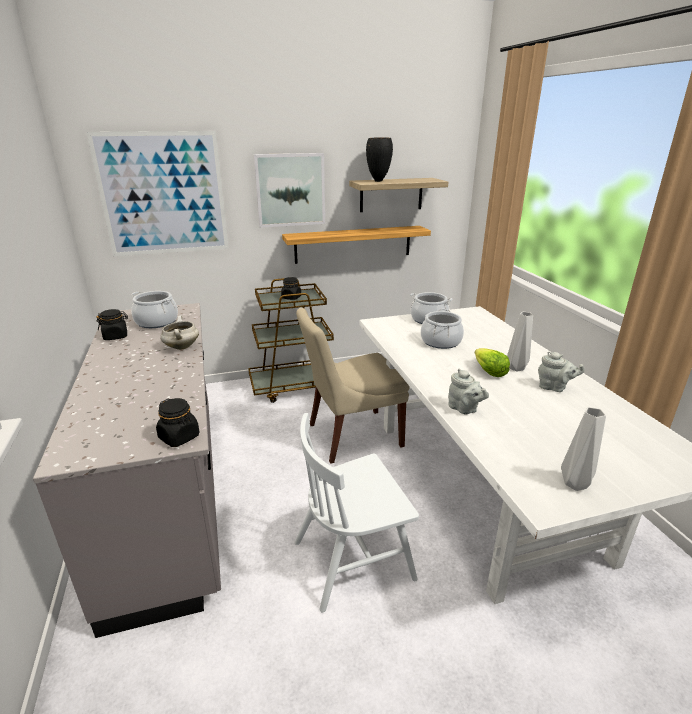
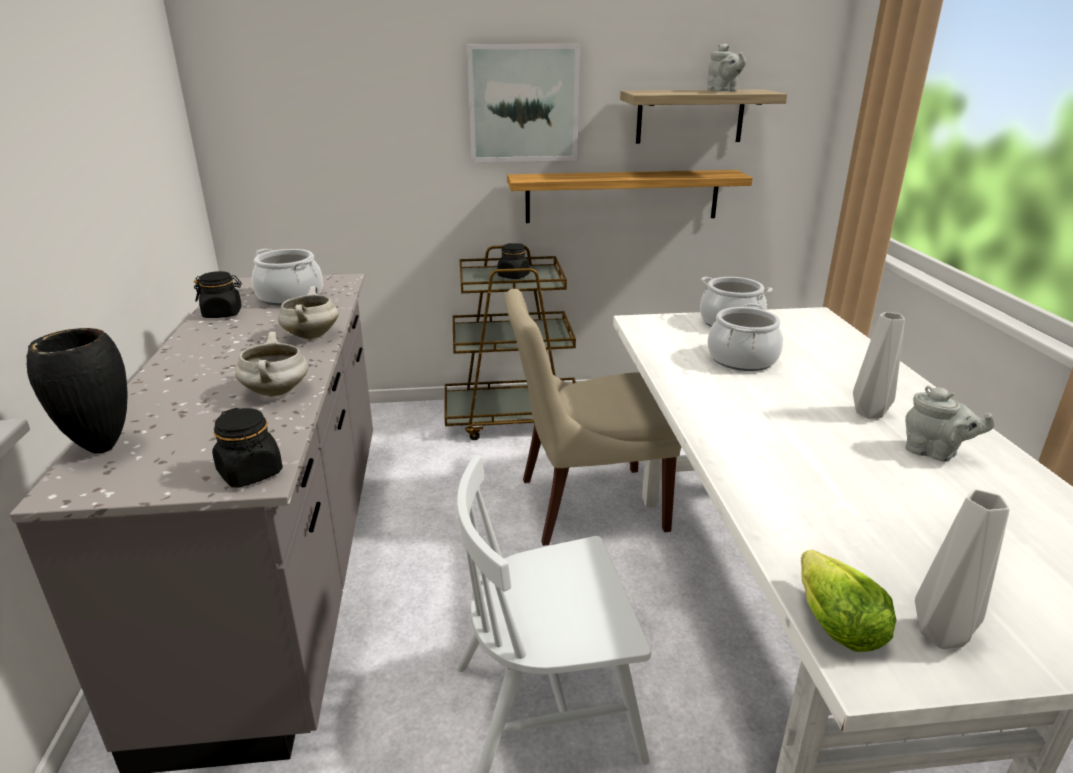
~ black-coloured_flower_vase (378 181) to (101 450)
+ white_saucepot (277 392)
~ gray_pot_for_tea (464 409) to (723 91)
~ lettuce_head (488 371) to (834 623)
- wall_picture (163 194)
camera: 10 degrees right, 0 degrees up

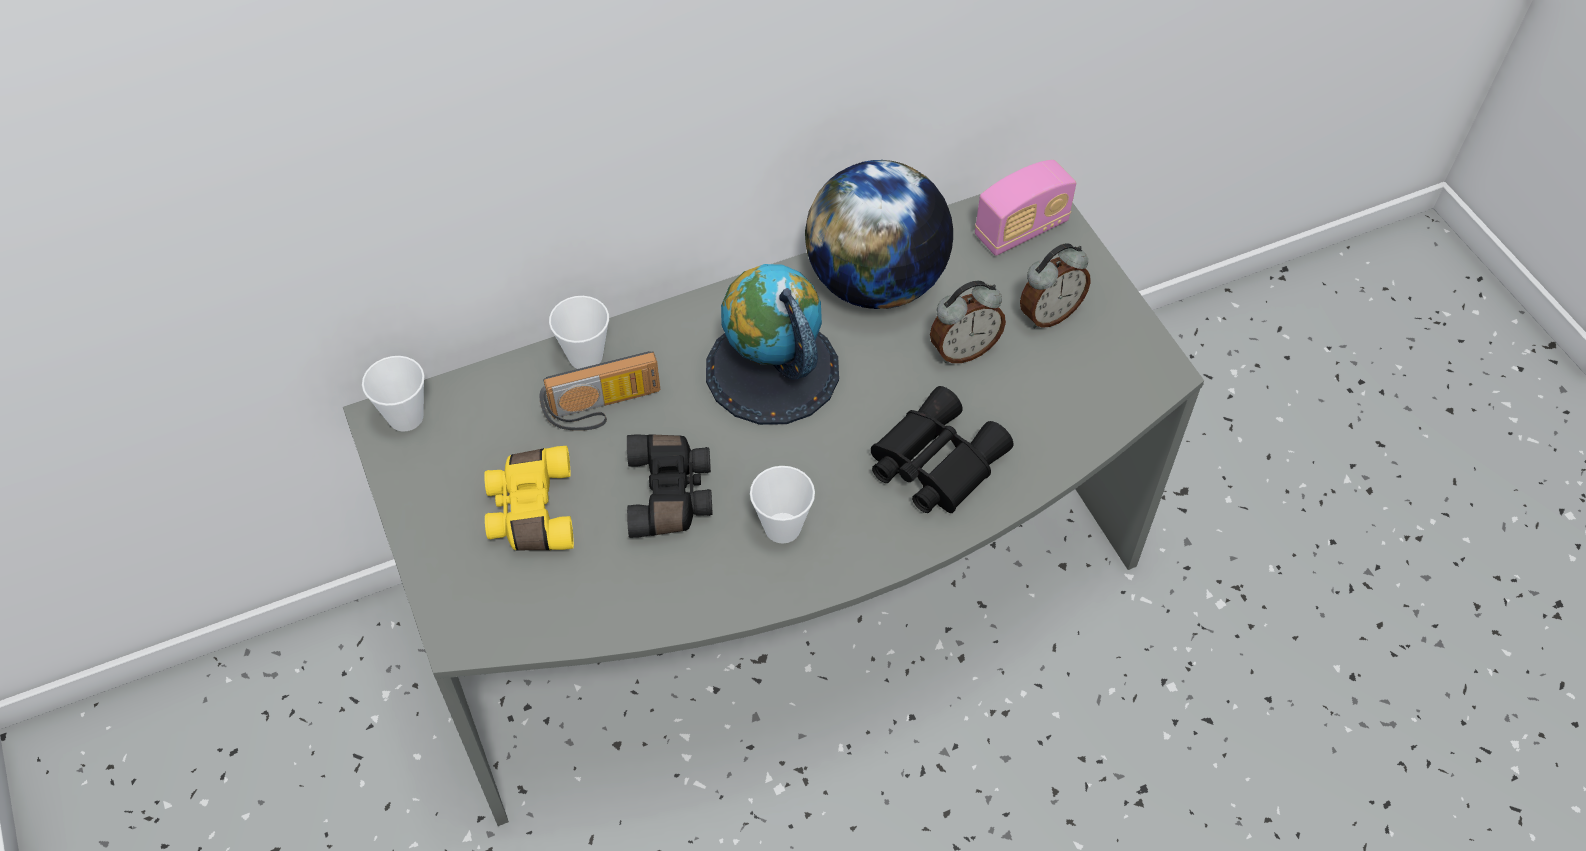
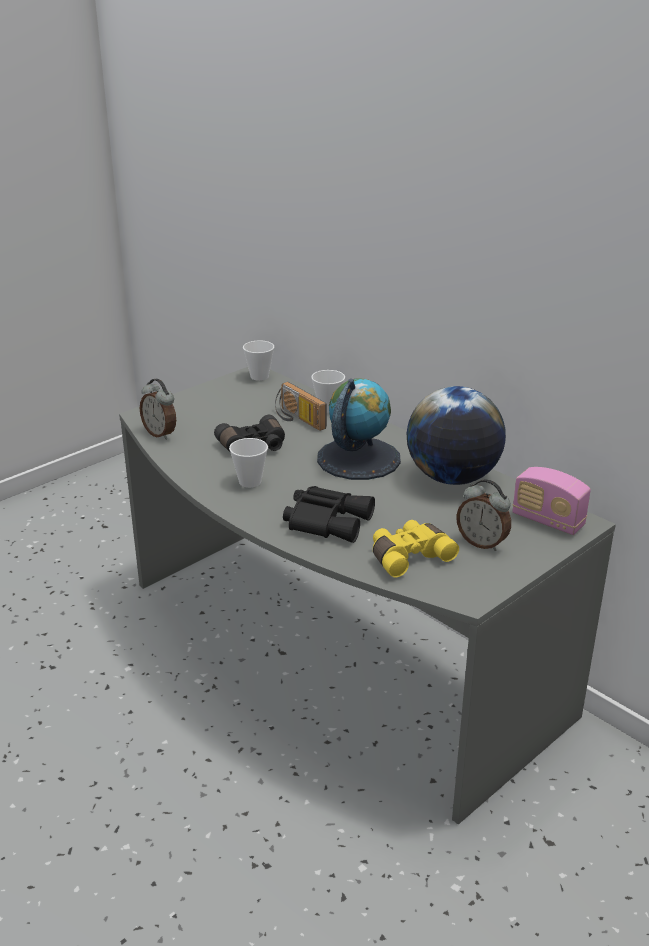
~ bedside_clock (963 350) to (160 434)
~ yellowish_pair_of_binoculars (530 511) to (408 556)
camera: 70 degrees right, 25 degrees down

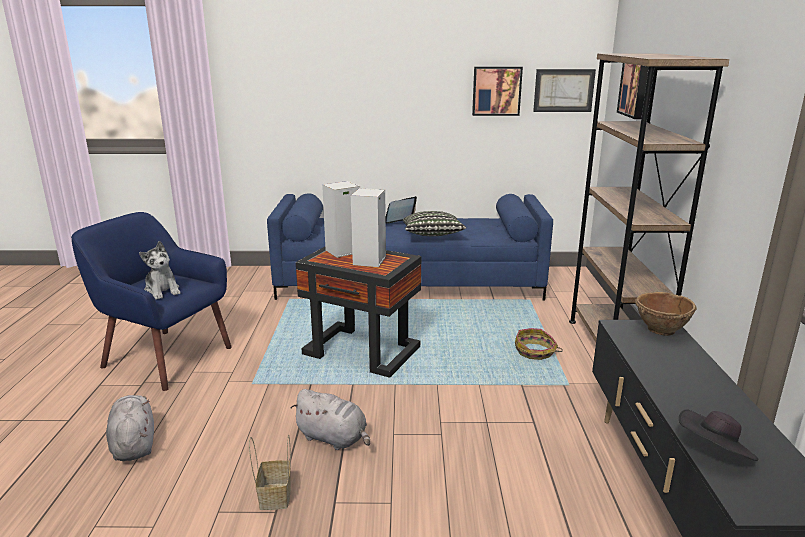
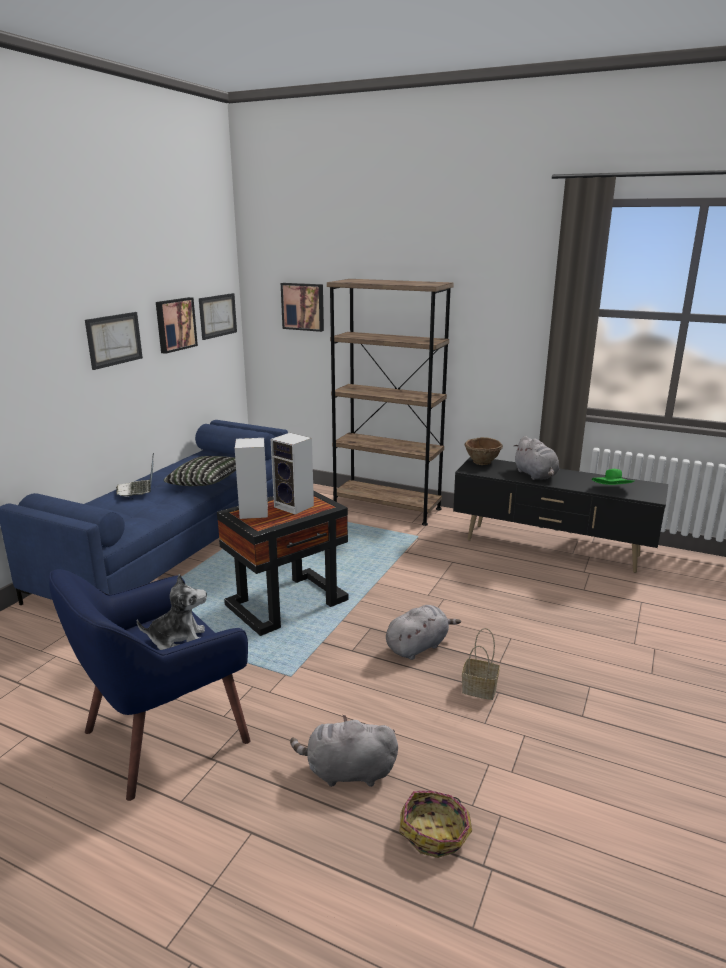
+ wall_picture (114 340)
~ storage_basket (535 352) to (435 832)
+ gray_plush_toy (536 475)
~ black-coloured_wearable_hat (714 452) to greenish_wearable_hat (611 491)
camera: 65 degrees left, 0 degrees up

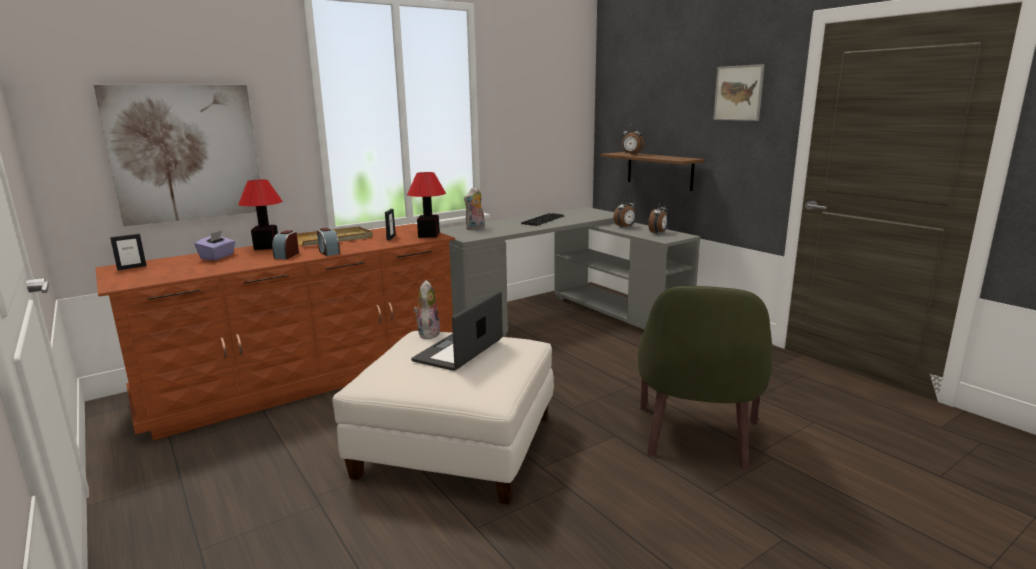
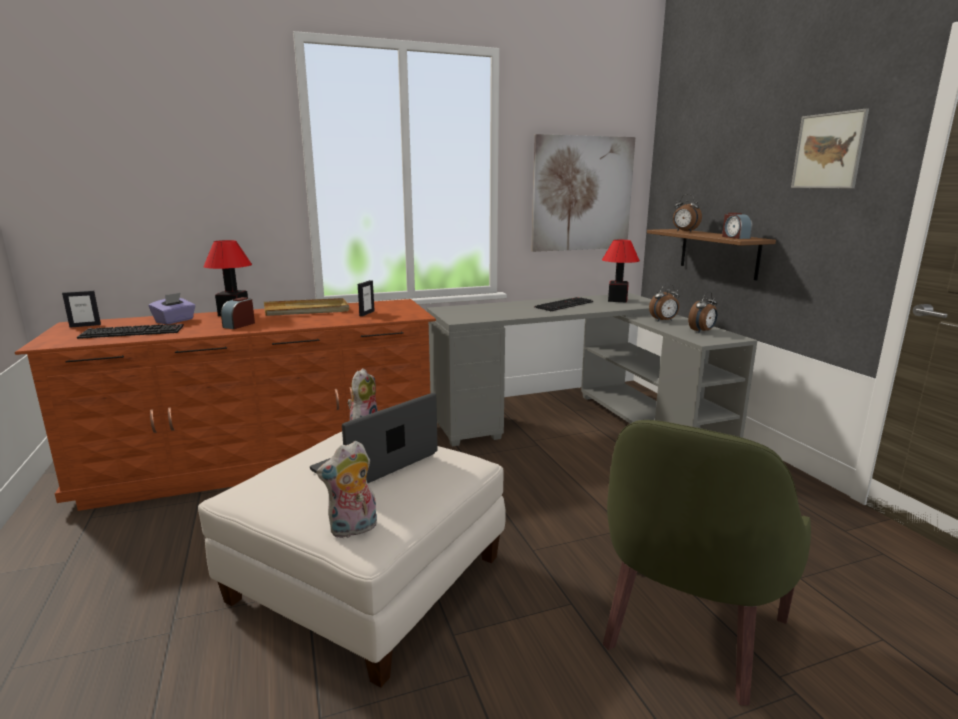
+ computer_keyboard (134 331)
~ plush_toy (475 228) to (353 530)
~ wall_picture (186 153) to (582 194)
~ table_lamp (429 235) to (618 300)
~ bedside_clock (329 252) to (735 237)
camera: 15 degrees right, 0 degrees up

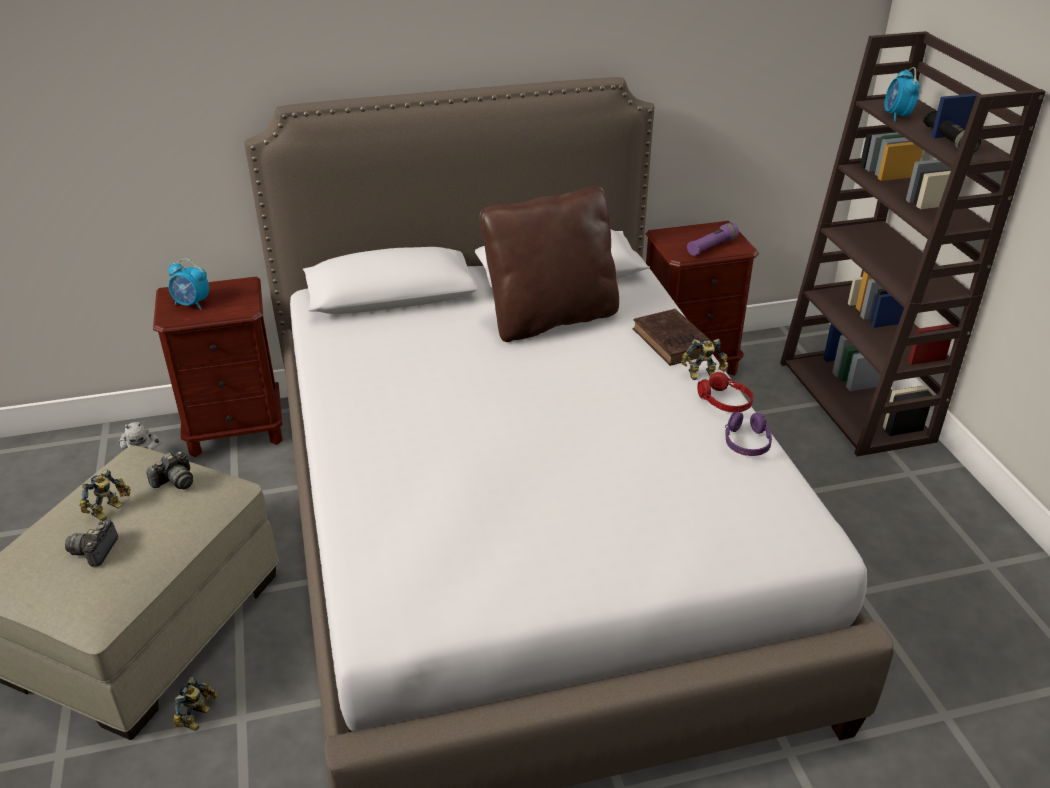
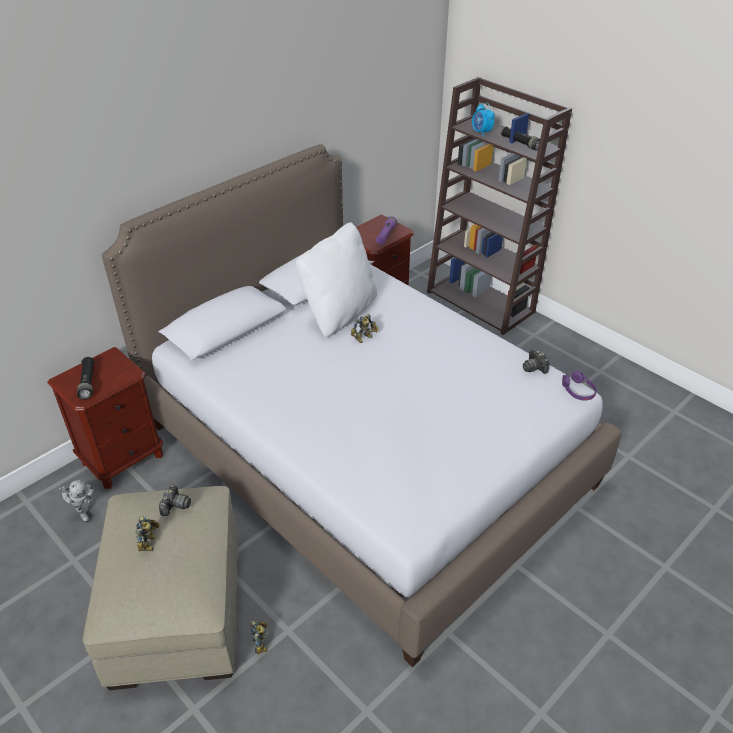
~ bedside_clock (192 304) to black-coloured_torch (88 382)
~ brownish_throw_pillow (551 319) to white_throw_pillow (339 313)
~ robot_figure (703 375) to (364 338)
~ photo_camera (95 551) to (534 367)
~ purple_pair_of_headphones (746 442) to (577 391)
- brownish_bound_book (673 342)
- reddish_pair_of_headphones (724 401)
camera: 30 degrees left, 5 degrees up

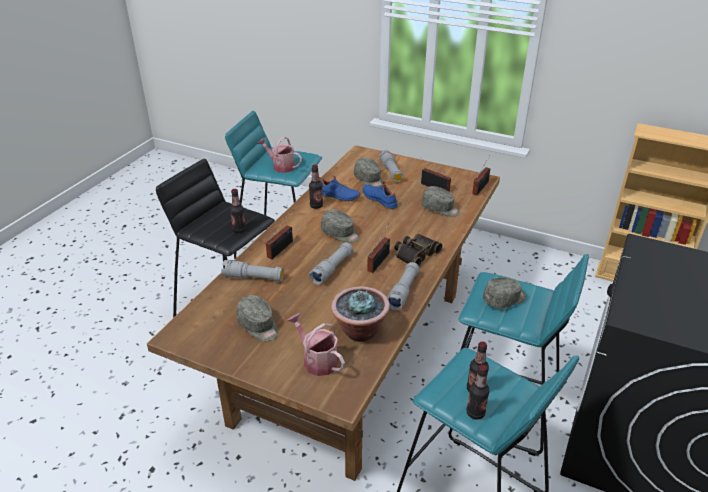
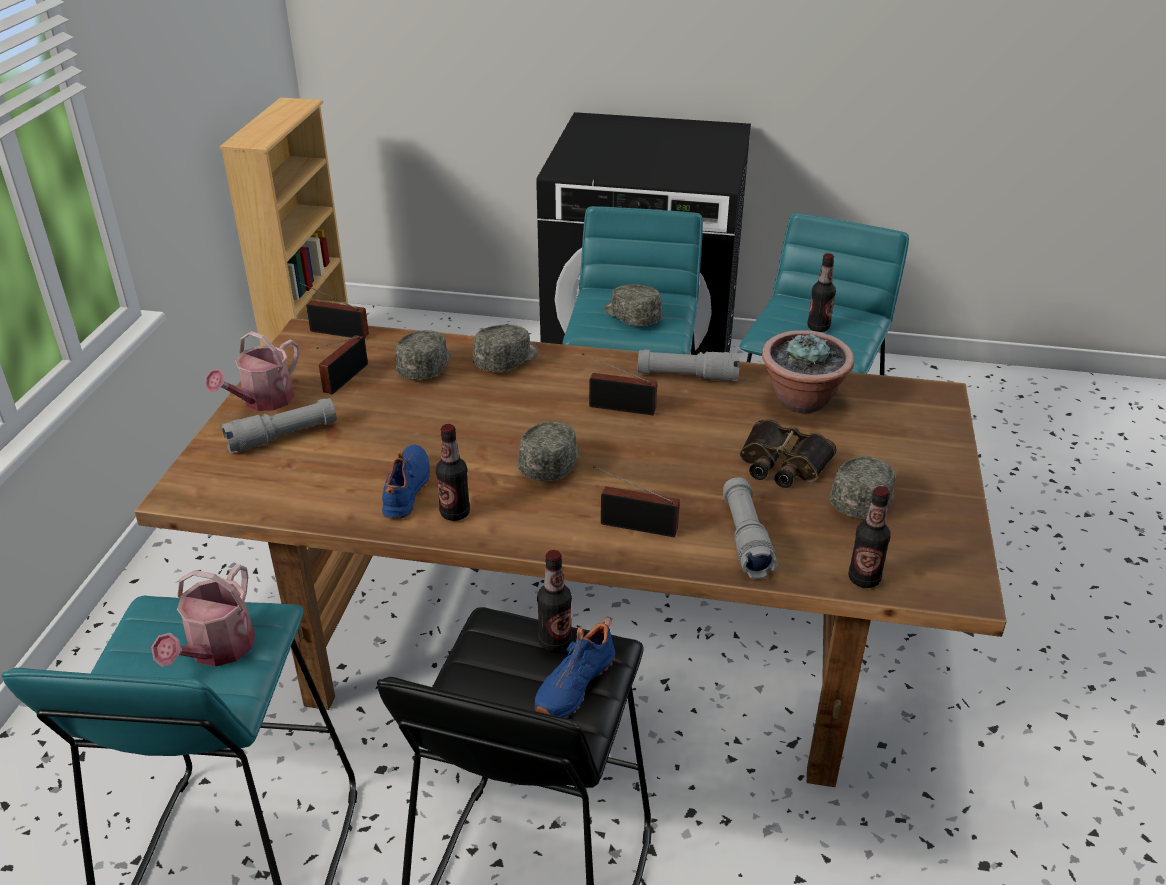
~ watering_can (317 360) to (262 401)
~ gray_baseball_cap (369 180) to (507 360)
~ blue-coloured_item_of_footwear (380 200) to (573 684)
~ pair_of_binoculars (415 253) to (781 464)
~ bottle (475 413) to (864 579)
- gray_torch (332 269)
camera: 105 degrees left, 0 degrees up

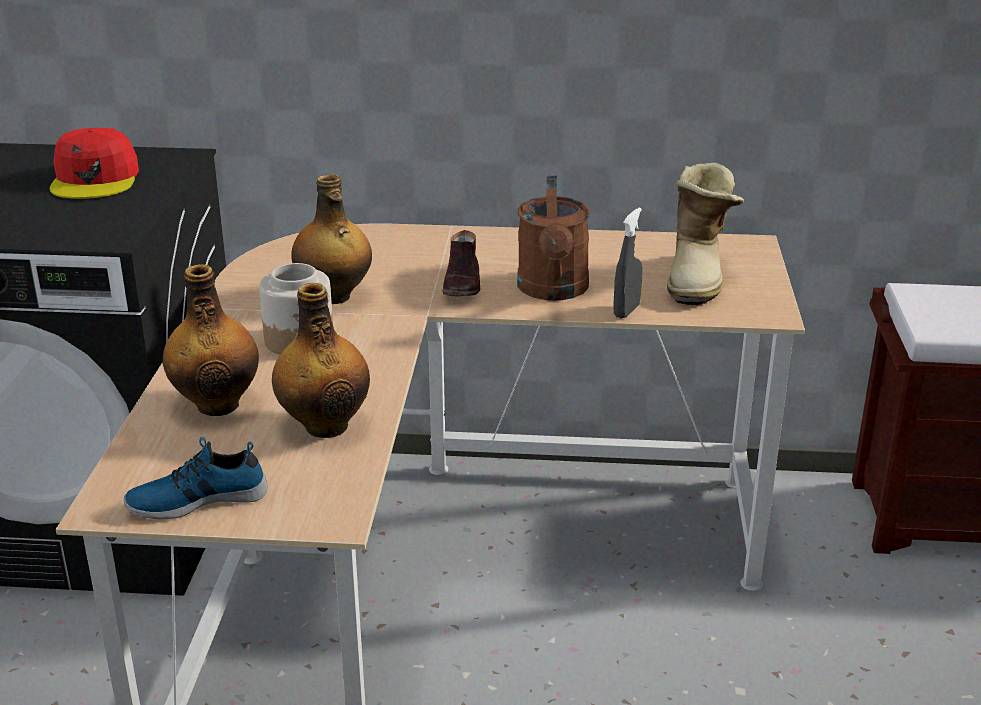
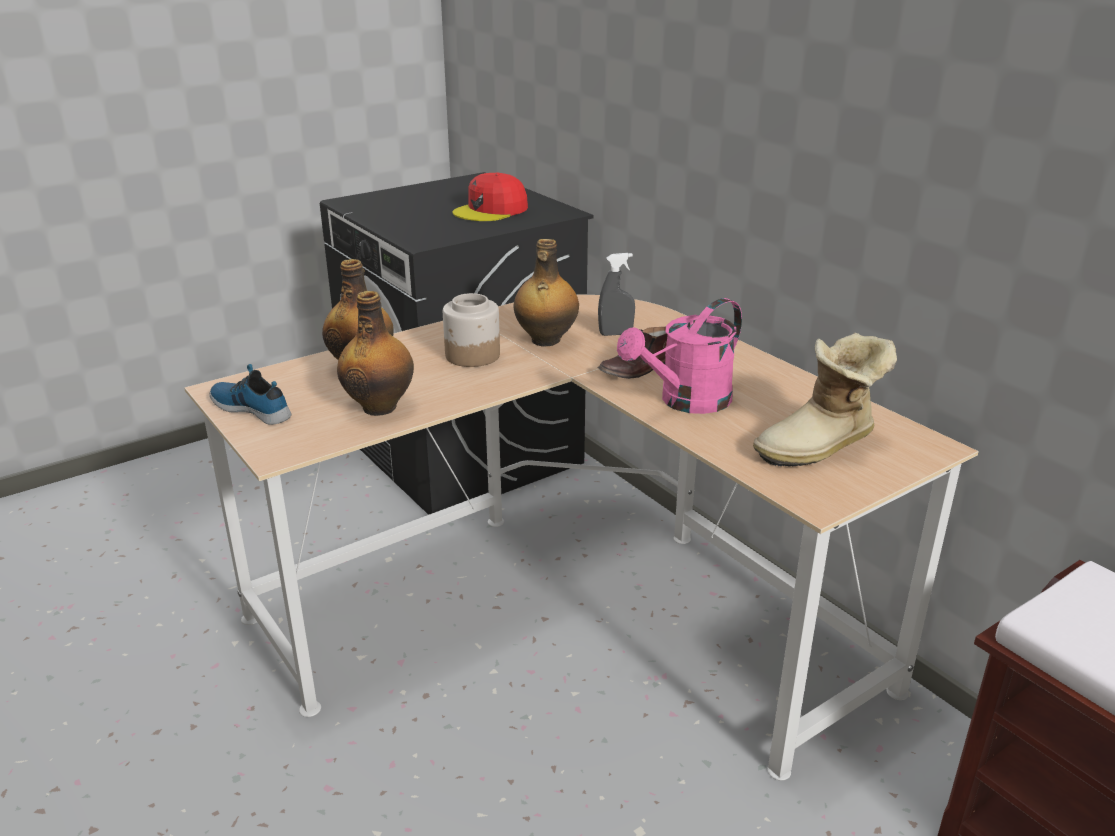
~ gray_hand_sprayer (626 311) to (615 334)
~ brownish_watering_can (553 291) to pink-coloured_watering_can (686 402)
camera: 50 degrees right, 0 degrees up

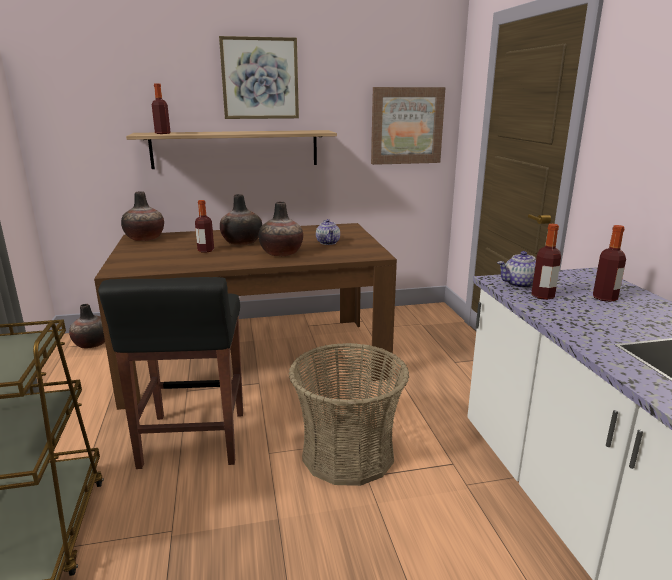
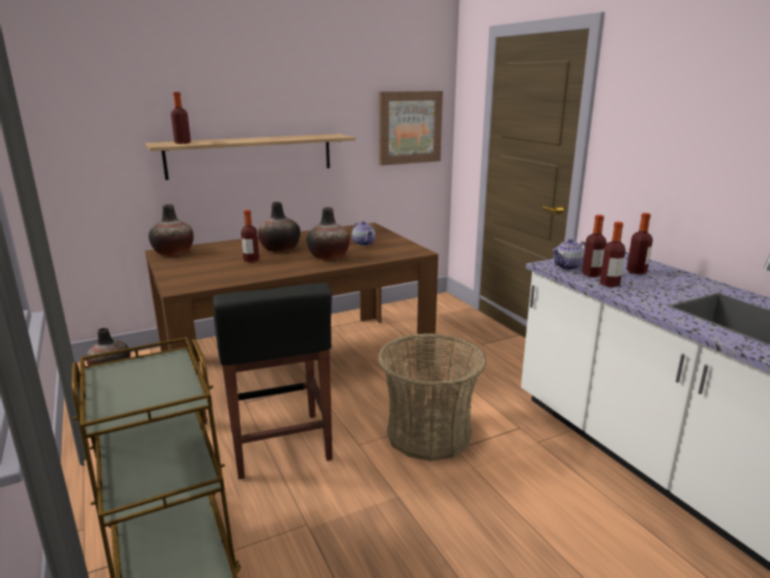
+ bottle (609 284)
- wall_picture (260 78)
camera: 15 degrees left, 0 degrees up

